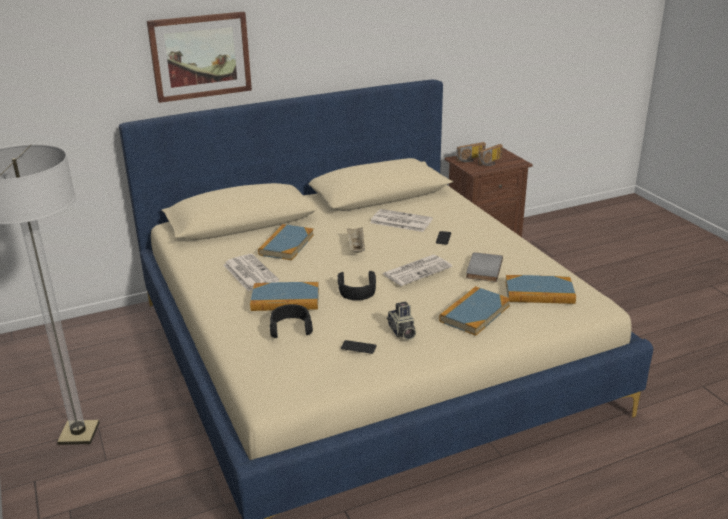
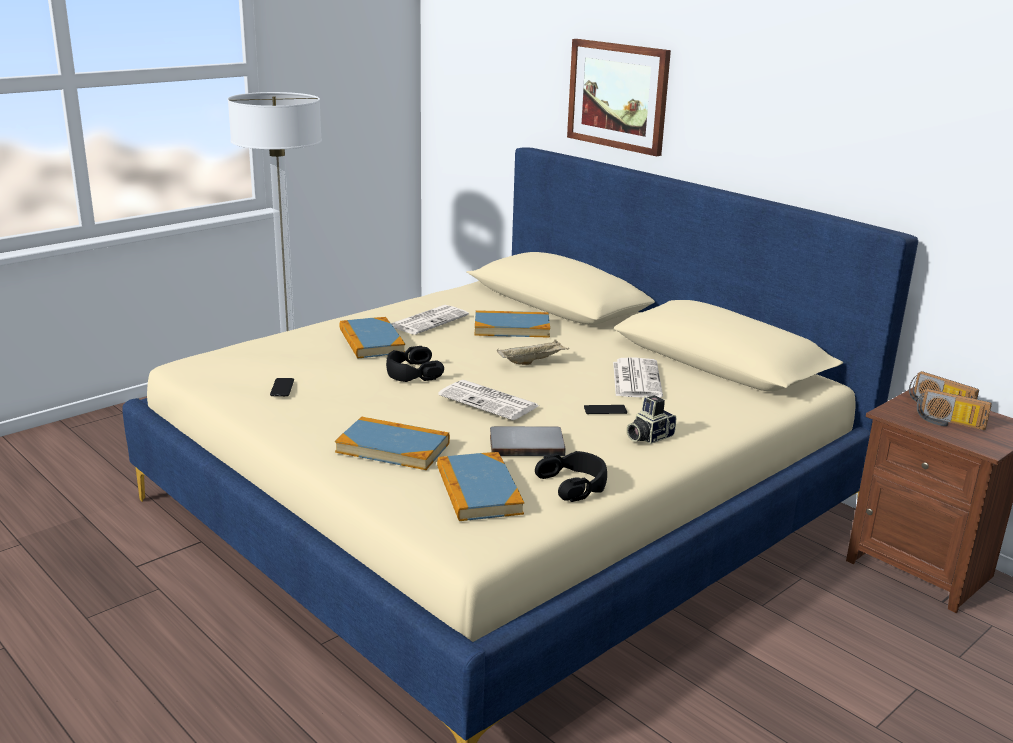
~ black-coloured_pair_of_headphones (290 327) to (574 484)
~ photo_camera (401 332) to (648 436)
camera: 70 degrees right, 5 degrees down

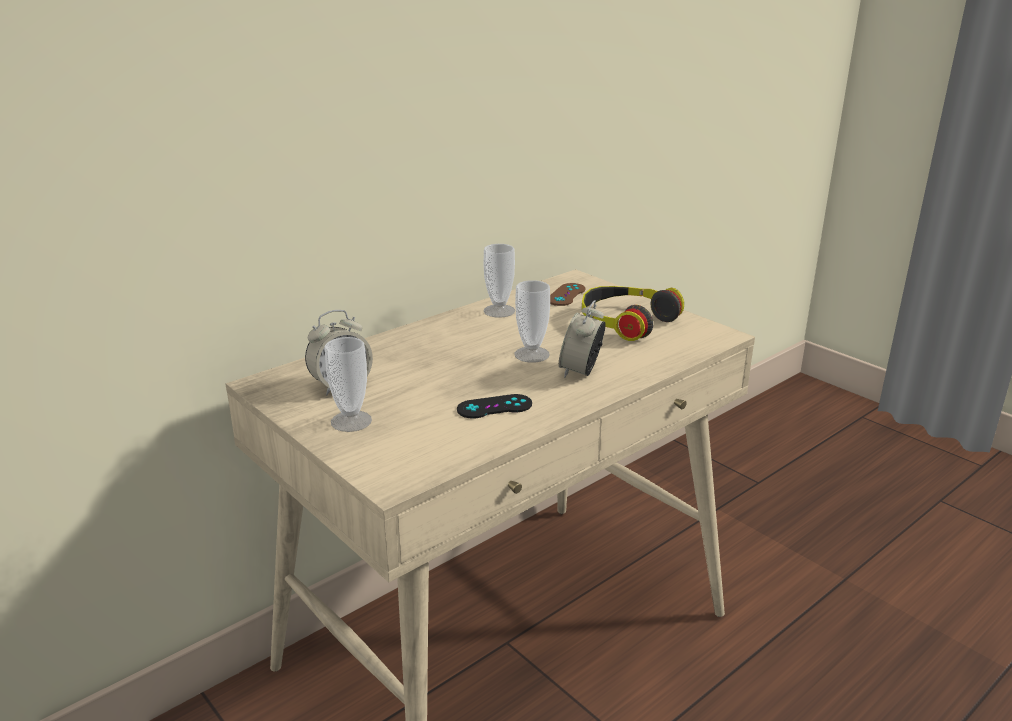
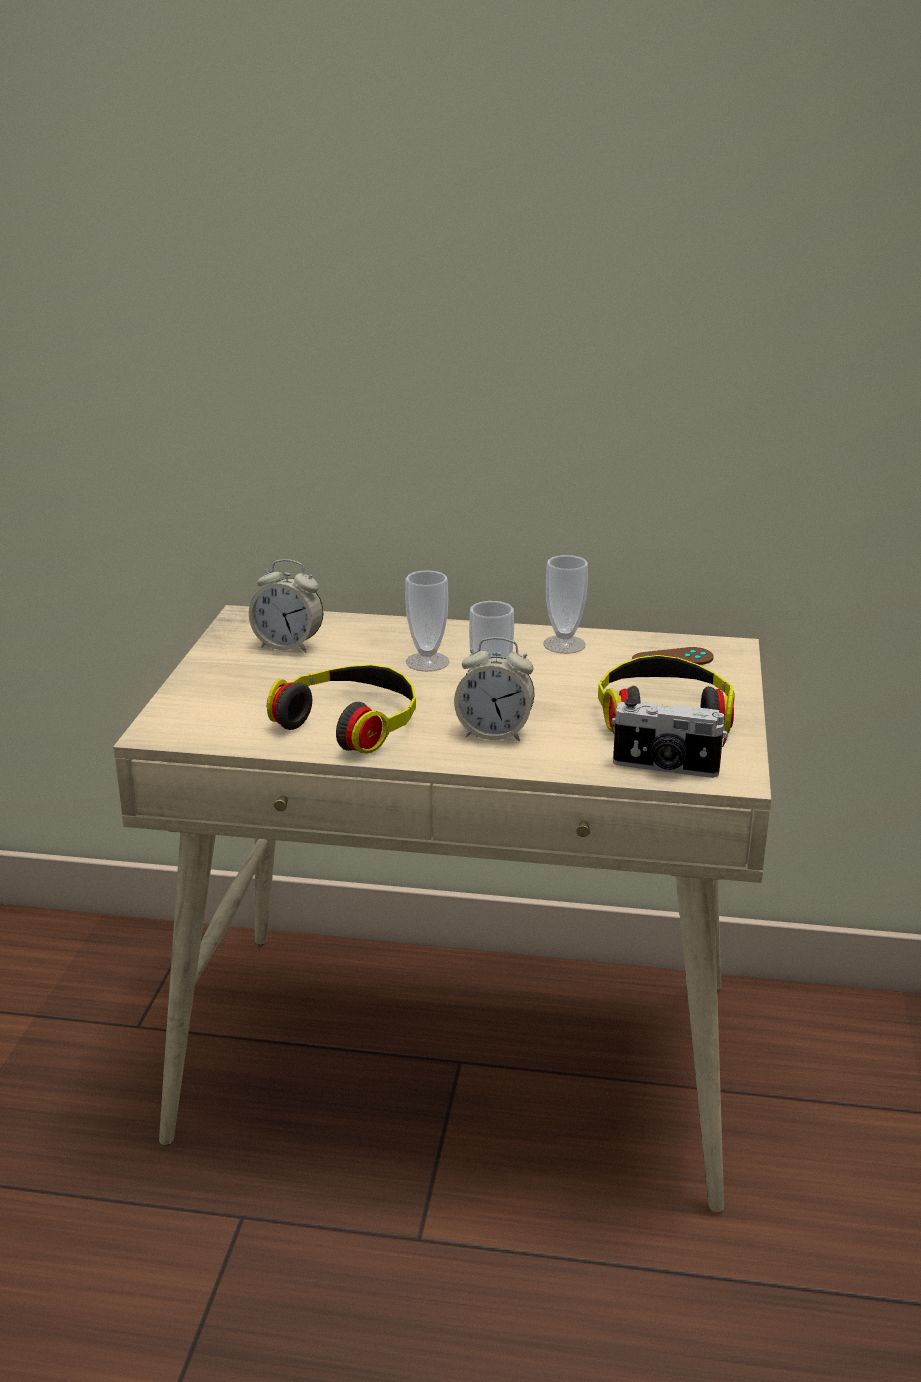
~ black-coloured_joypad (494 407) to pair_of_headphones (351 721)
~ cup (351 421) to (427 662)
~ bedside_clock (581 371) = (494 733) 150 degrees counterclockwise
+ photo_camera (665 767)
camera: 50 degrees right, 0 degrees up

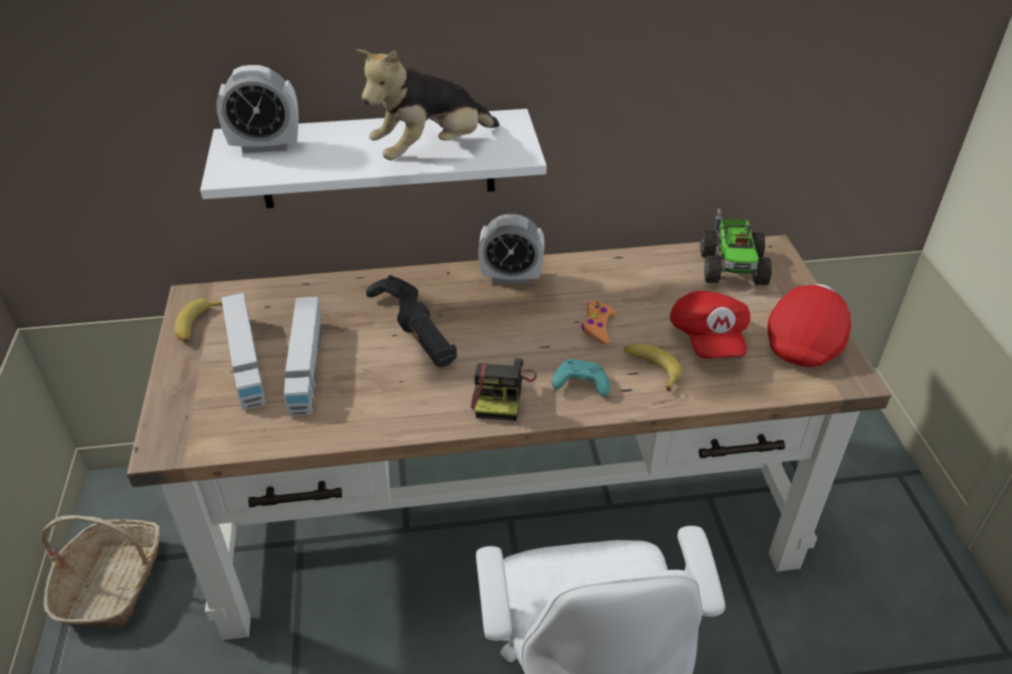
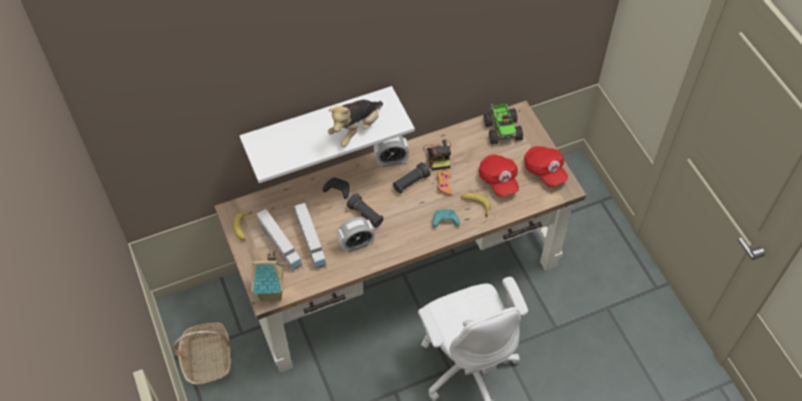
+ miniature_house (272 292)
~ bedside_clock (265 146) to (356 244)
+ black-coloured_torch (410 183)
~ photo_camera (501 393) to (438 155)
~ reddish_baseball_cap (805 340) = (544 171) 135 degrees clockwise
camera: 15 degrees left, 15 degrees up

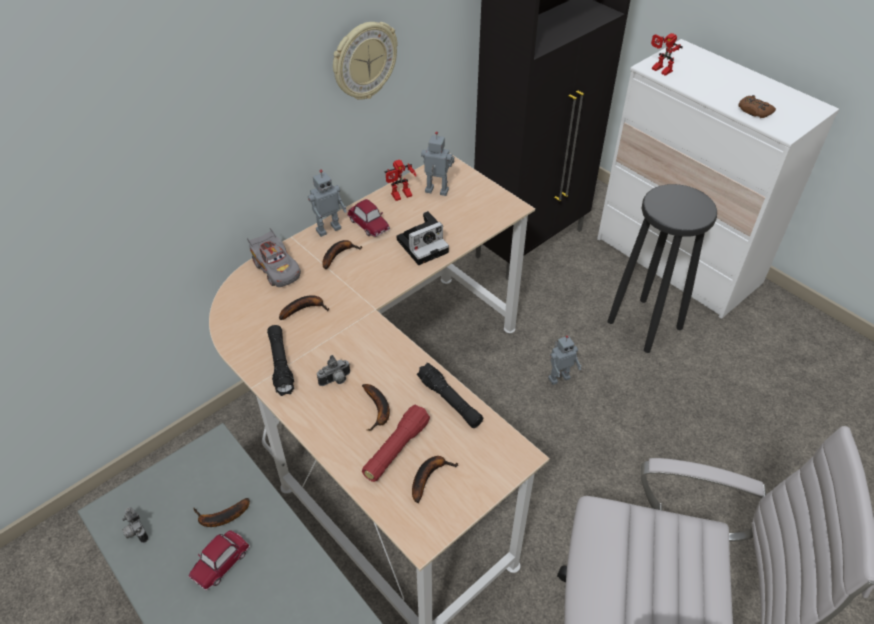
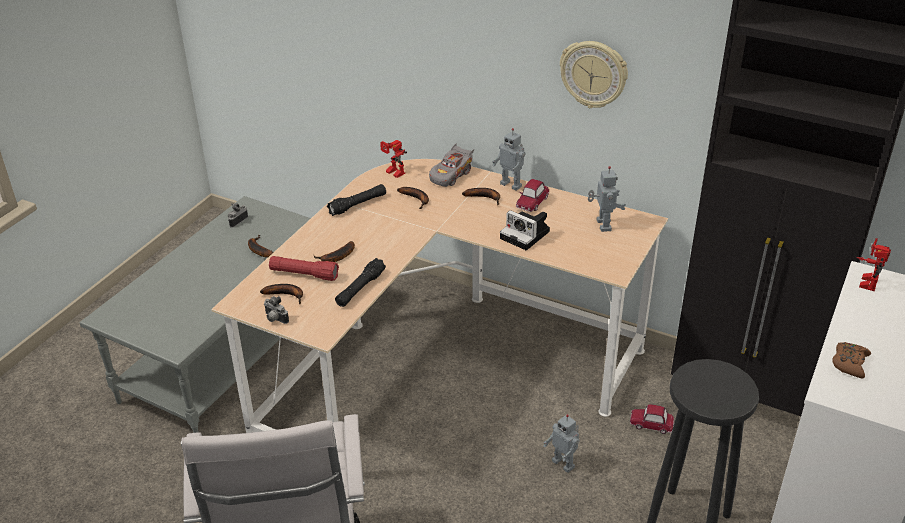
~ photo_camera (336 380) to (275 319)
~ robot_figure (401 197) to (392 173)
~ toy_car (220 563) to (651 424)
camera: 70 degrees right, 10 degrees down

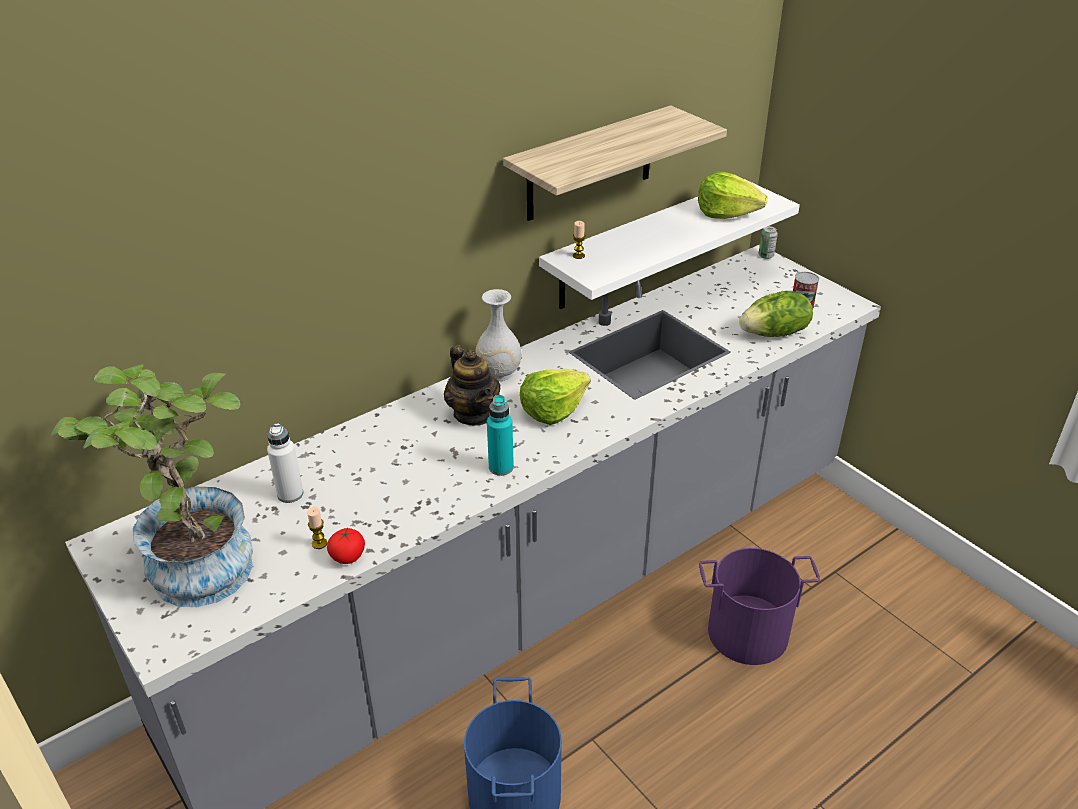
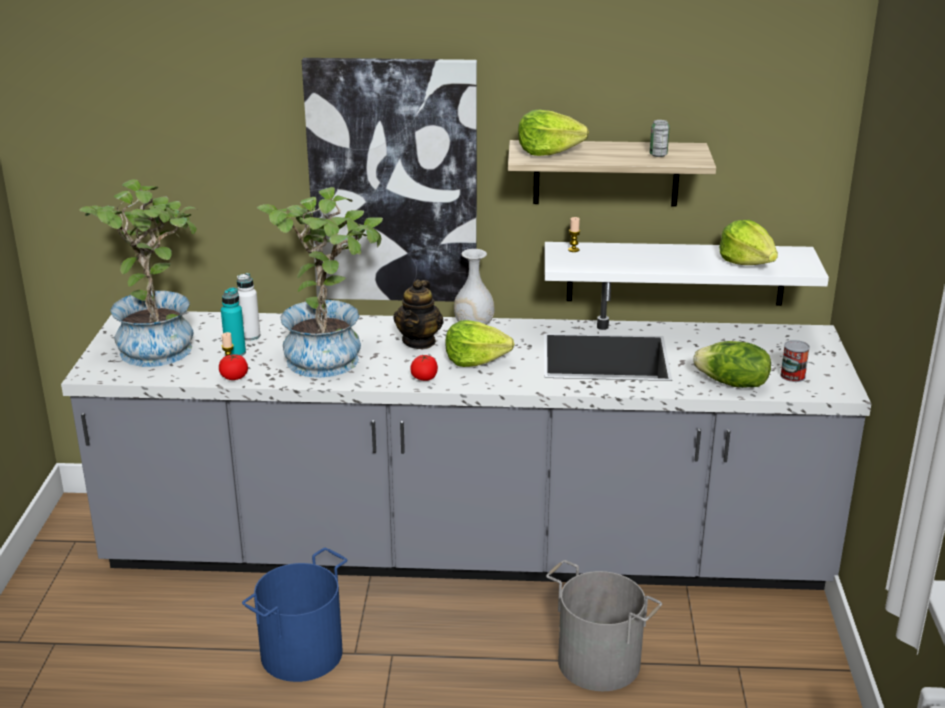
~ blue-green_bottle (501 467) to (235 353)
+ houseplant (330 355)
+ wall_picture (393 182)
+ whole_tomato (424 378)
+ lettuce_head (548 151)
~ purple_water_bucket (747 631) to gray_water_bucket (599 661)
~ sealed_can (766 255) to (658 154)
camera: 40 degrees right, 10 degrees down

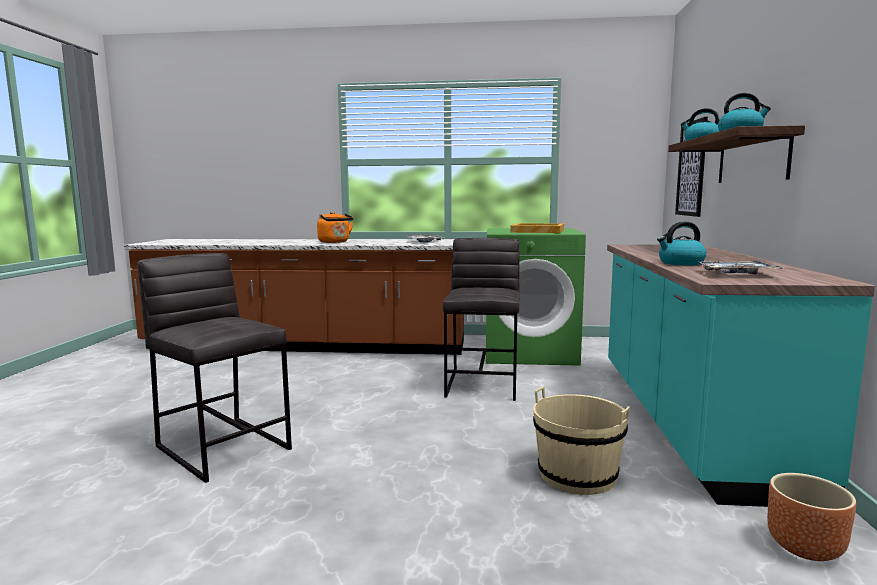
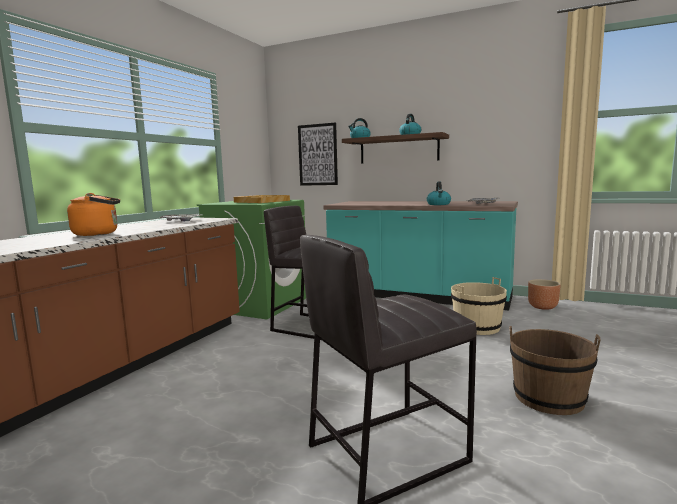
+ brownish_water_bucket (549 398)
camera: 70 degrees left, 0 degrees up

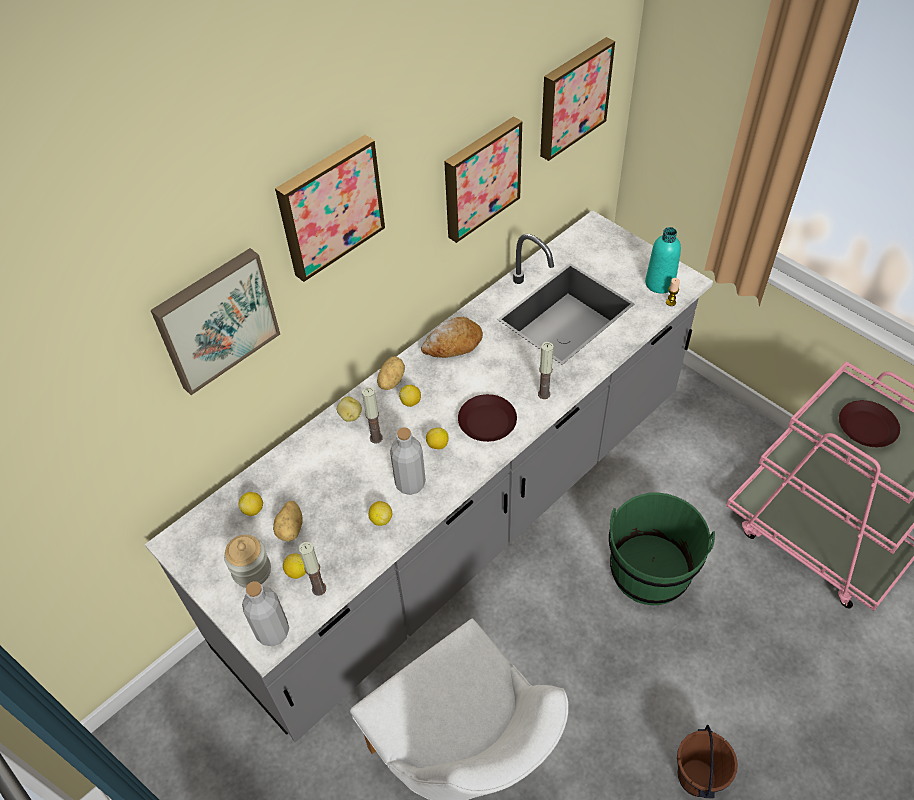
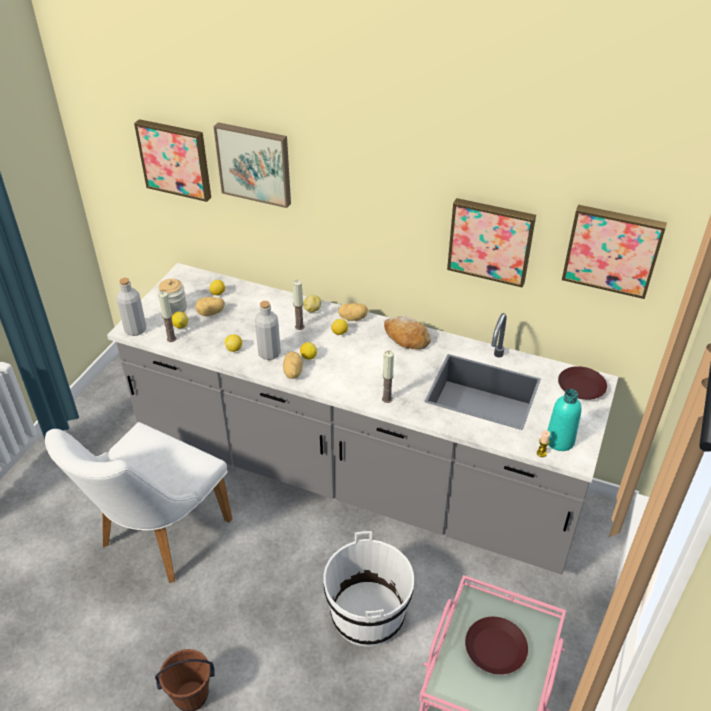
~ wall_picture (329 206) to (175 159)
+ spud (292 373)
~ greenish_water_bucket (649 570) to white_water_bucket (368 614)
~ brownish_flat_dish (487 422) to (581 387)
camera: 65 degrees right, 10 degrees down

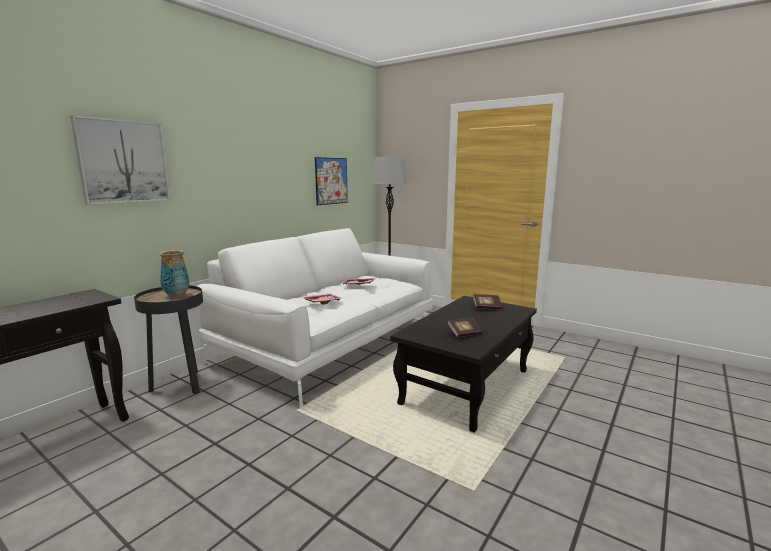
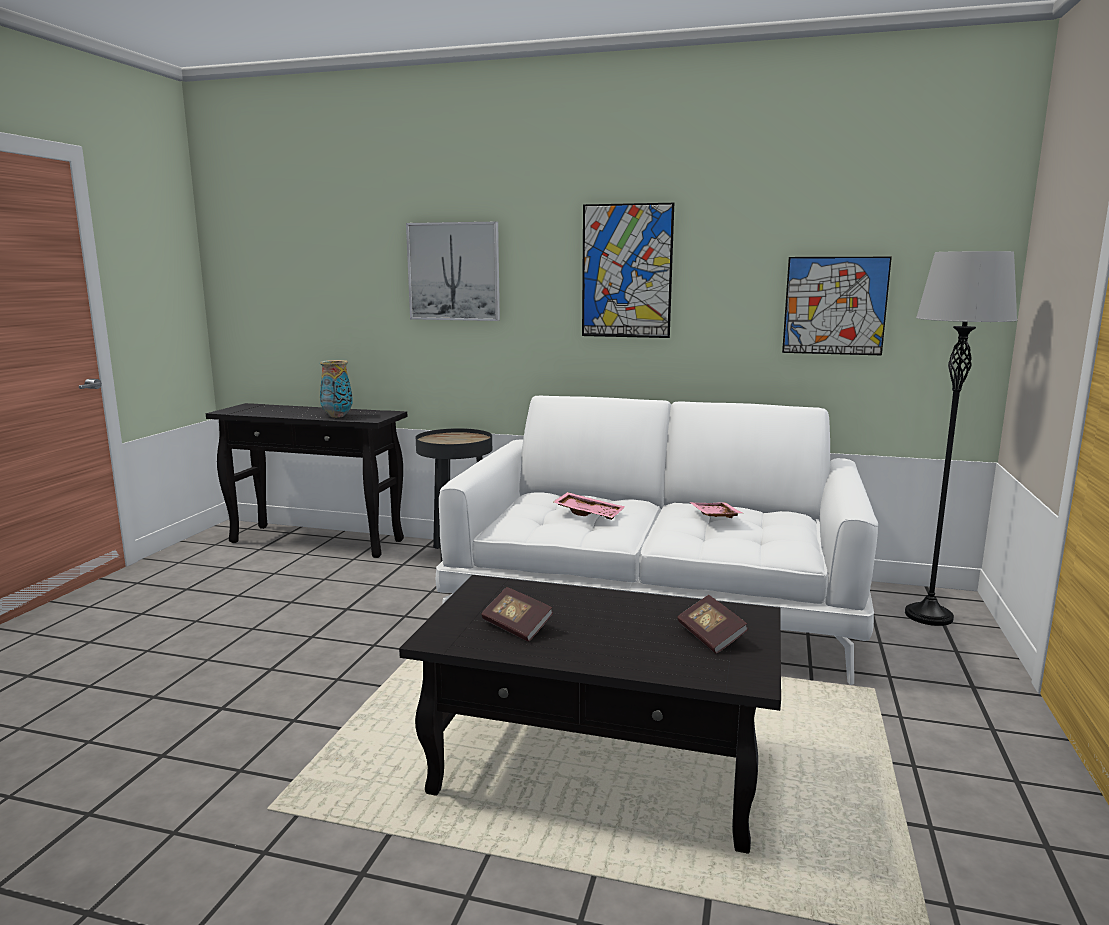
~ flower_vase (177 296) to (337 416)
+ wall_picture (626 271)
camera: 70 degrees right, 0 degrees up

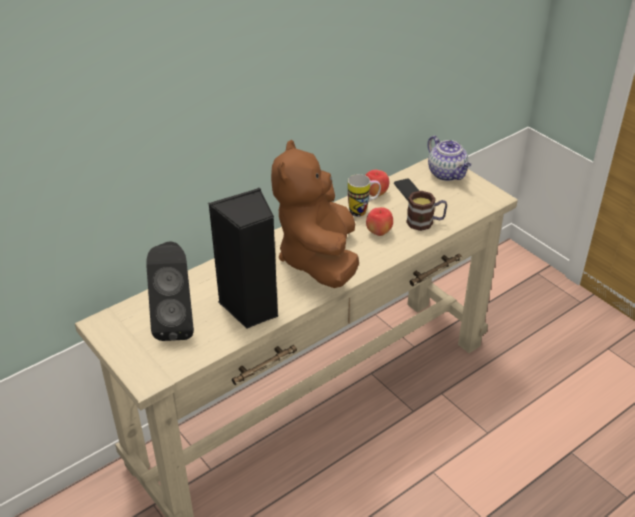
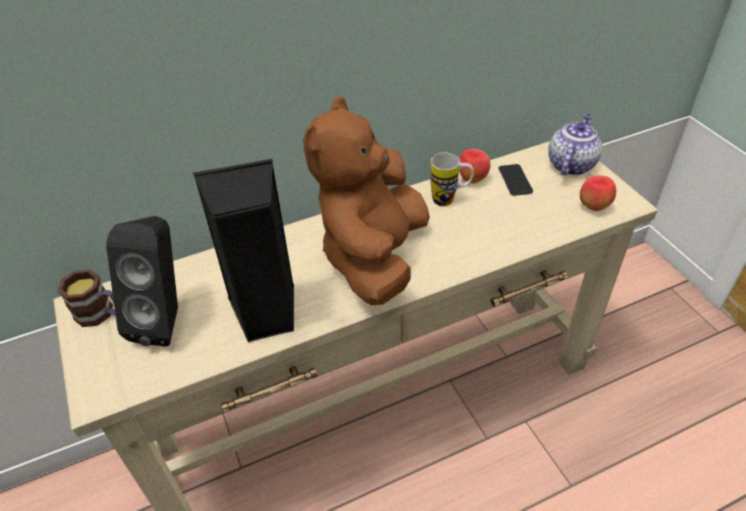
~ mug (425 222) to (101 314)
~ pot_for_tea (447 174) = (570 164) 135 degrees counterclockwise
~ apple (379 233) to (593 207)
camera: 15 degrees right, 5 degrees up

